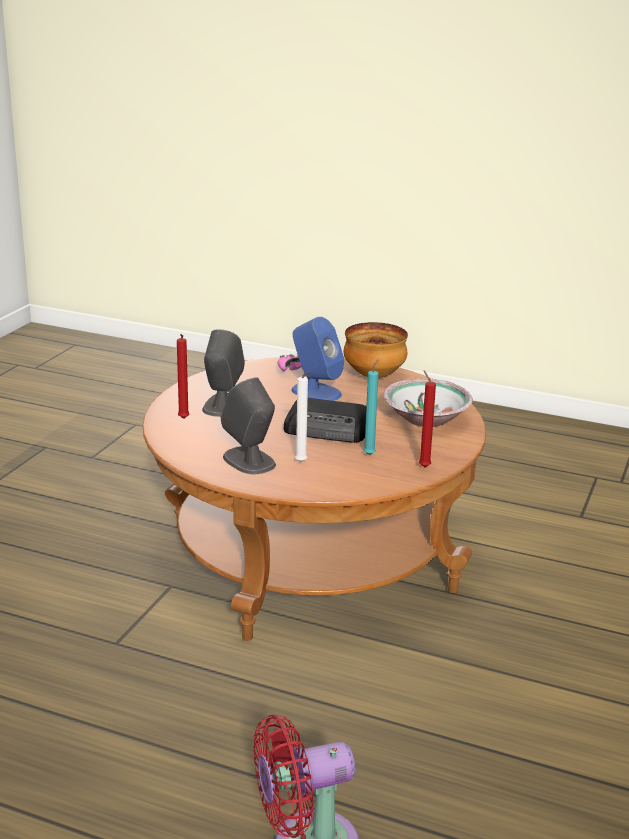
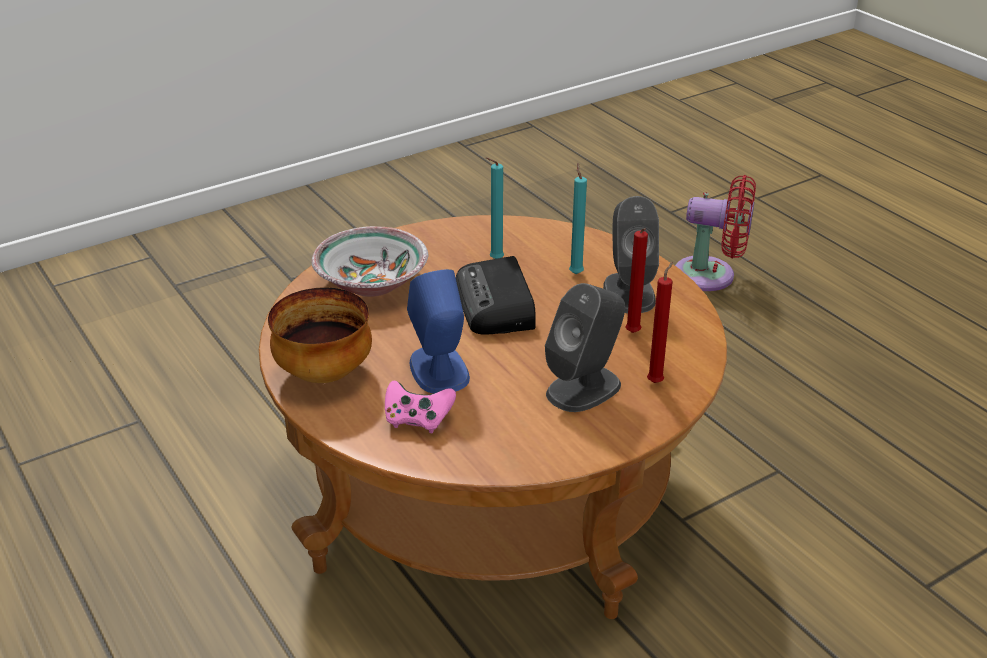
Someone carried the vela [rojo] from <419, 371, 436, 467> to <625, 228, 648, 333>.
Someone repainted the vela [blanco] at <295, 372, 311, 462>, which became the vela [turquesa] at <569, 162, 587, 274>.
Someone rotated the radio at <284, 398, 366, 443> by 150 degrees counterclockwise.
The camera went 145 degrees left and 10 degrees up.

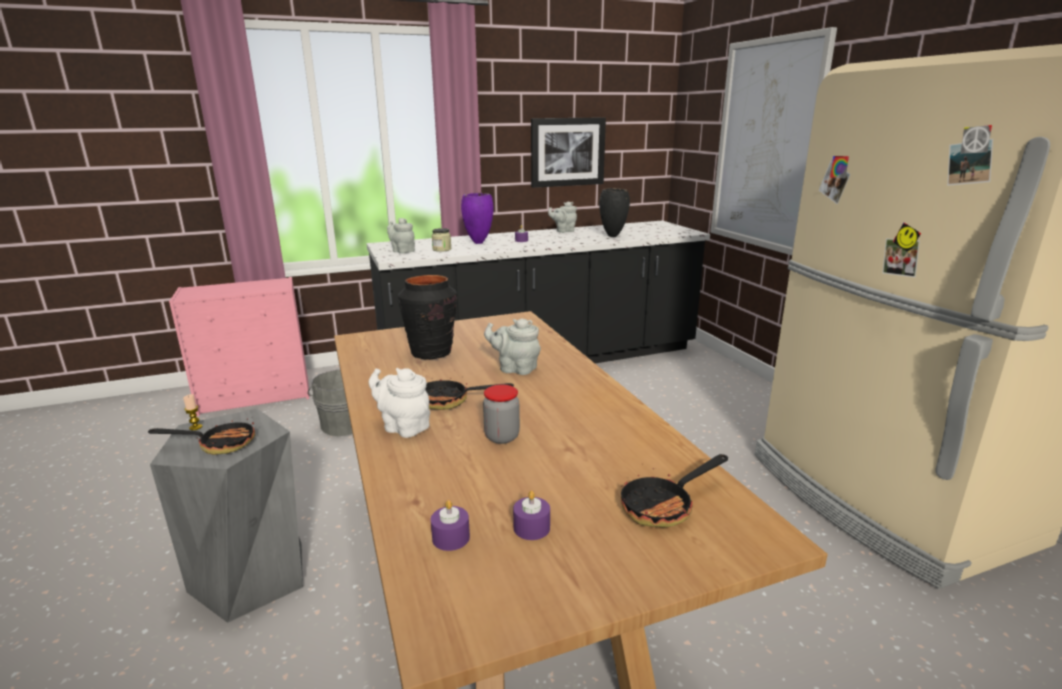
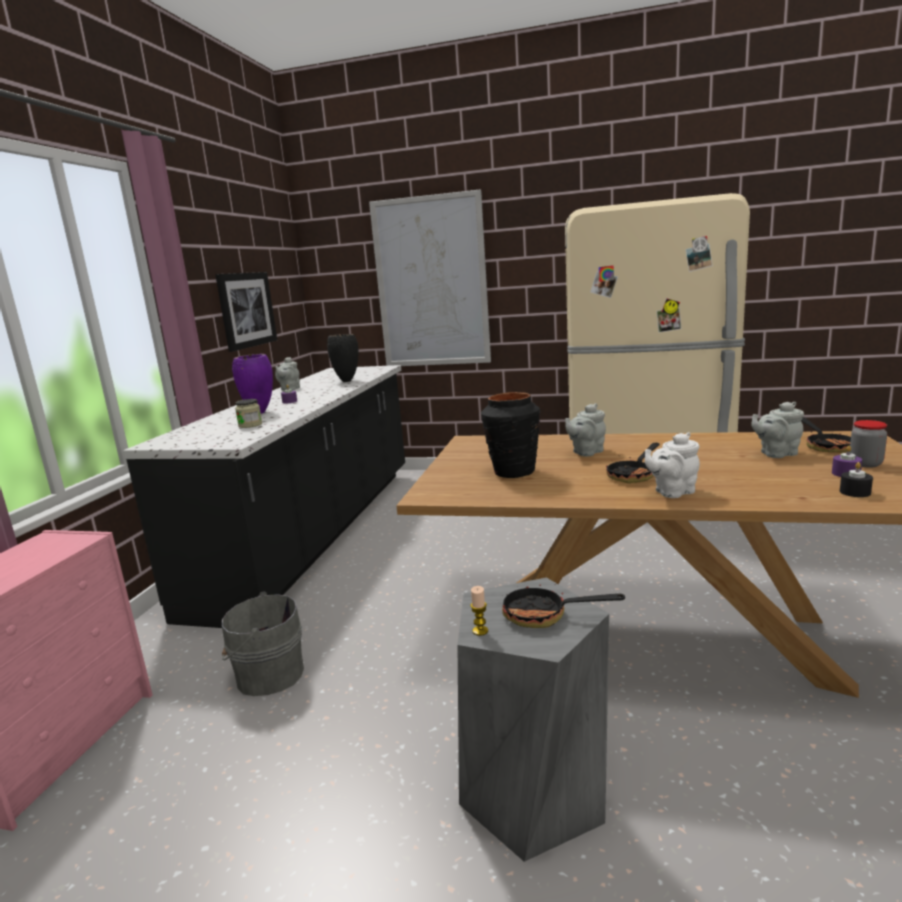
Someone carried the tetera [gris] from <387, 218, 415, 254> to <751, 402, 804, 458>.
Someone carried the tarro from <483, 385, 520, 444> to <850, 420, 887, 467>.
Someone rotated the sartén at <148, 419, 255, 455> by 105 degrees counterclockwise.
Someone repainted the vela [morado] at <431, 500, 470, 551>, which became the vela [negro] at <840, 462, 873, 497>.
The camera went 55 degrees left and 5 degrees down.

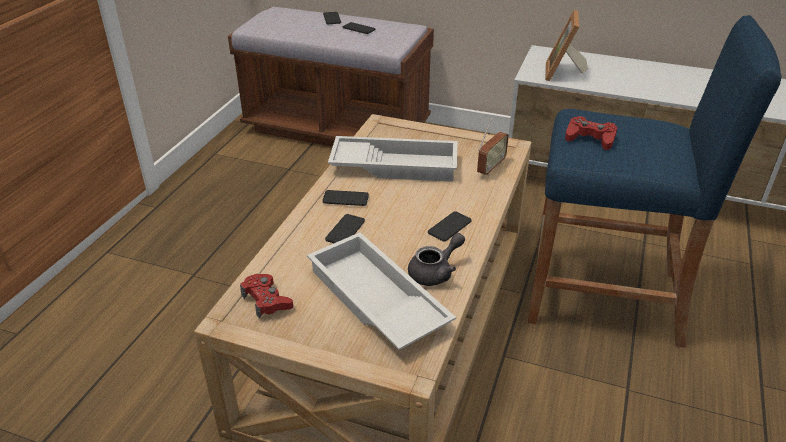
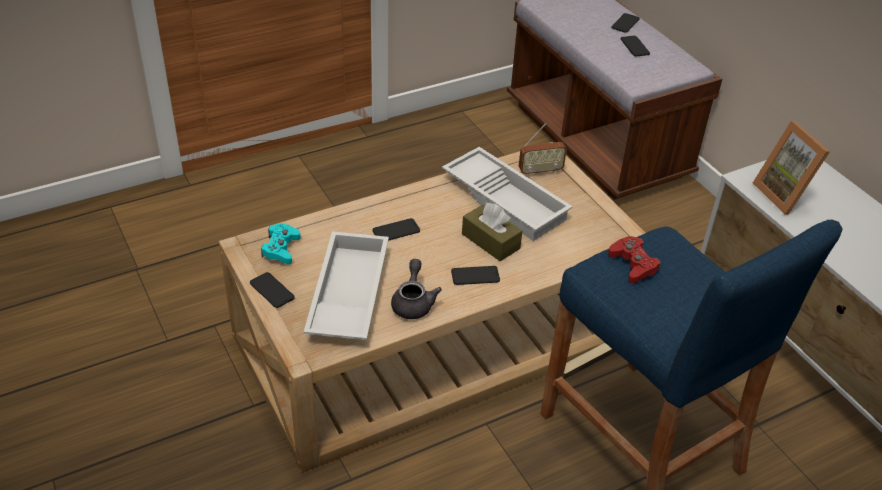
Someone rotated the portarretratos at <545, 10, 588, 82> by 75 degrees counterclockwise.
Someone carried the radio from <477, 117, 509, 176> to <519, 123, 567, 176>.
Someone carried the móvil from <322, 190, 369, 206> to <250, 272, 295, 308>.
Someone rotated the tetera [gris] at <408, 233, 465, 286> by 90 degrees counterclockwise.
Someone repainted the mando de consola [rojo] at <240, 274, 293, 319>, which became the mando de consola [turquesa] at <261, 223, 301, 264>.
Someone put down the caja de pañuelos [marrón] at <462, 202, 522, 261>.
The camera went 40 degrees right and 5 degrees up.

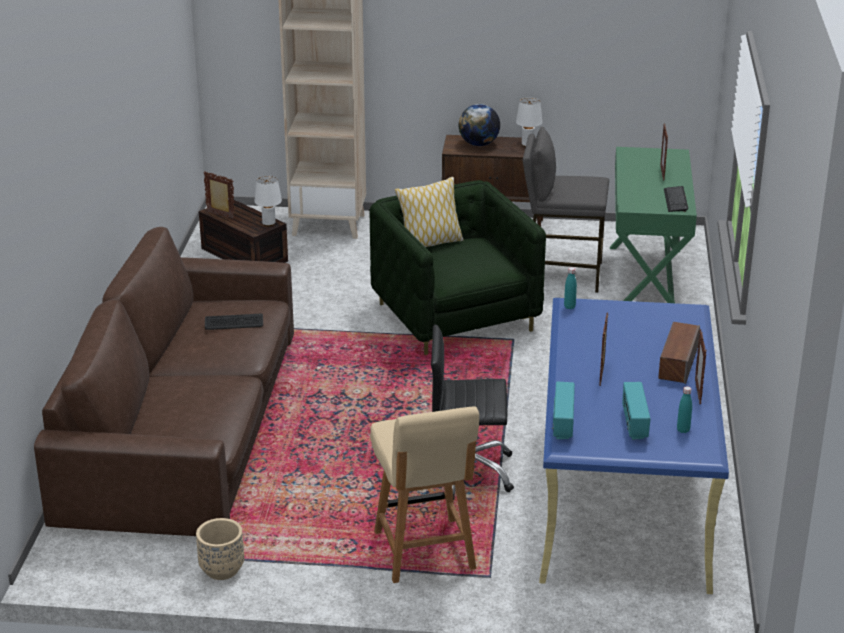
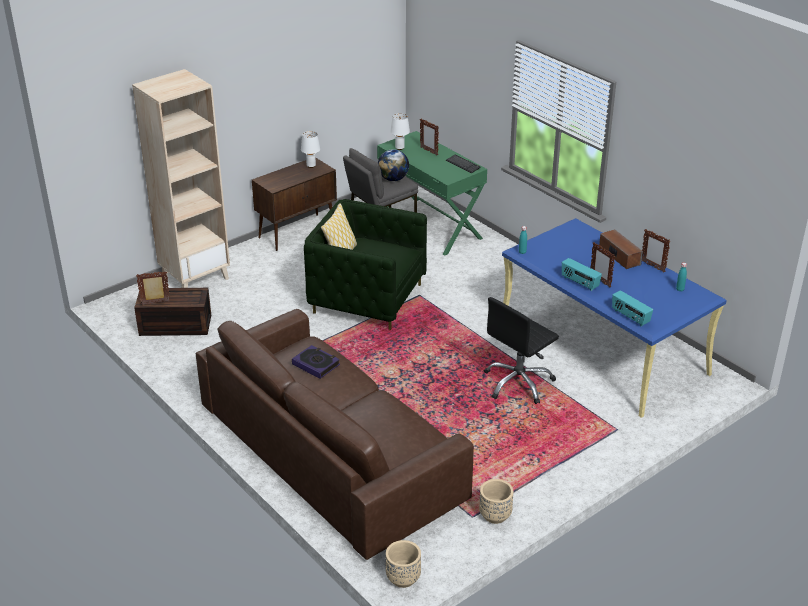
Someone carried the globo terráqueo from <459, 104, 500, 146> to <378, 149, 409, 181>.
Someone carried the lámpara de mesa [blanco] from <254, 175, 282, 226> to <390, 113, 410, 150>.
Someone swapped the teclado at <205, 314, 263, 330> for the libro at <292, 345, 340, 379>.
Someone carried the radio from <622, 382, 651, 440> to <562, 258, 602, 291>.
Someone took away the silla [beis] at <370, 406, 479, 583>.
Someone put down the maceta [beis] at <386, 540, 421, 588>.
The camera went 45 degrees left and 5 degrees up.

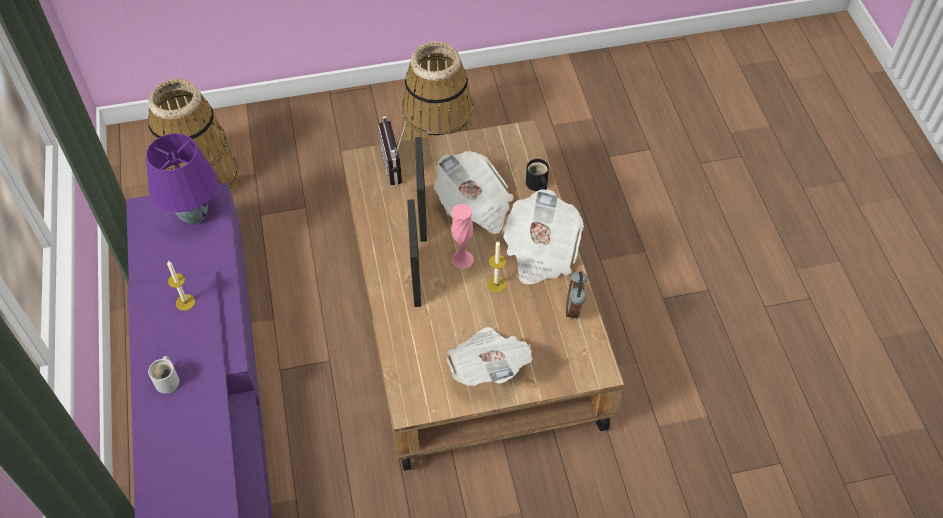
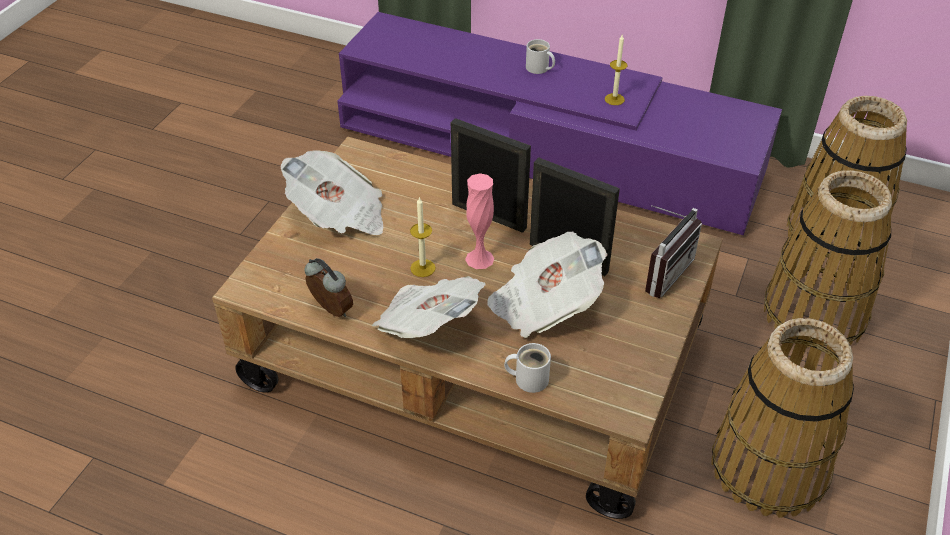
Someone rotated the radio at <378, 116, 408, 185> by 105 degrees clockwise.
Someone took away the lámpara de mesa [morado] at <146, 133, 218, 225>.
Someone repainted the taza grande [negro] at <526, 159, 549, 191>, which became the taza grande [blanco] at <504, 343, 551, 393>.
Someone put down the cesta at <764, 170, 892, 348>.
The camera went 125 degrees right and 10 degrees down.

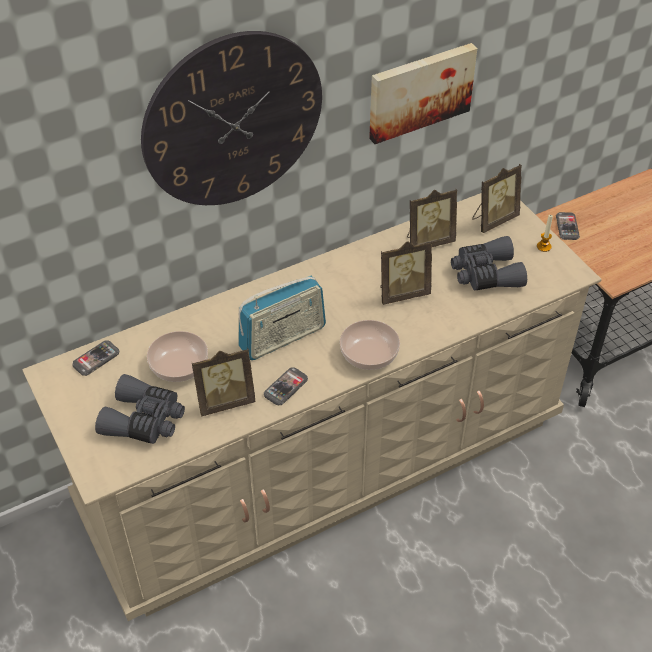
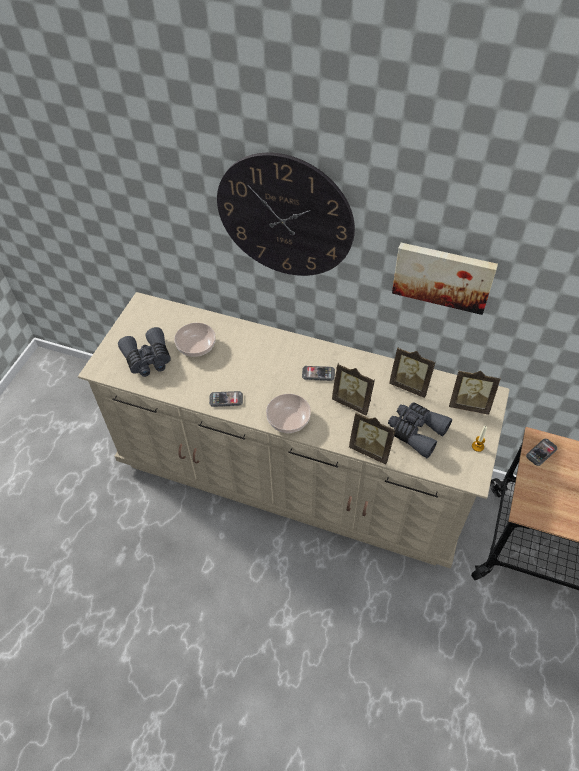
Someone took away the radio at <238, 275, 326, 360>.
Someone carried the móvil from <72, 340, 119, 376> to <302, 366, 335, 381>.
Someone carried the portarretratos from <192, 348, 256, 416> to <349, 411, 396, 464>.
The camera went 50 degrees right and 5 degrees up.

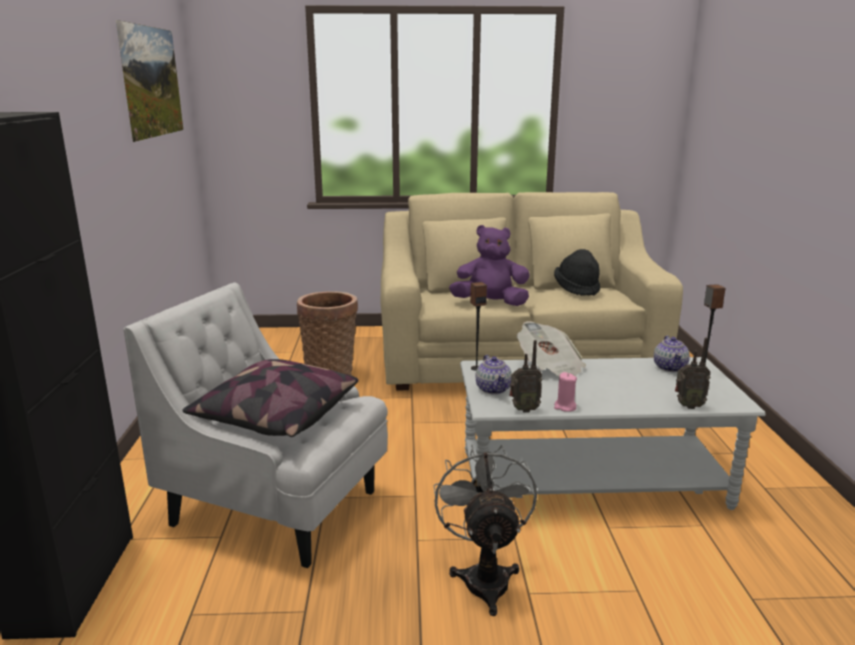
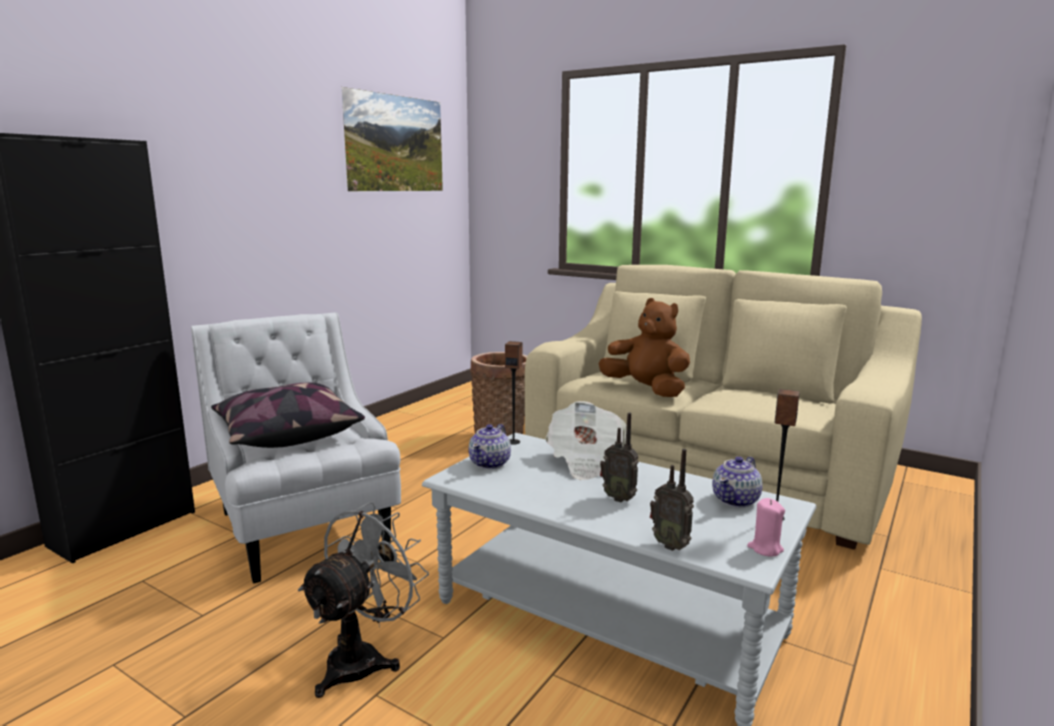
Someone repainted the peluche [morado] at <449, 225, 530, 306>, which became the peluche [marrón] at <598, 298, 690, 397>.
Someone took away the sombrero [negro] at <554, 249, 600, 296>.
Someone carried the radio from <509, 340, 542, 413> to <600, 413, 639, 502>.
Someone carried the vela [rosa] from <554, 372, 577, 412> to <747, 498, 785, 556>.
The camera went 35 degrees right and 5 degrees down.

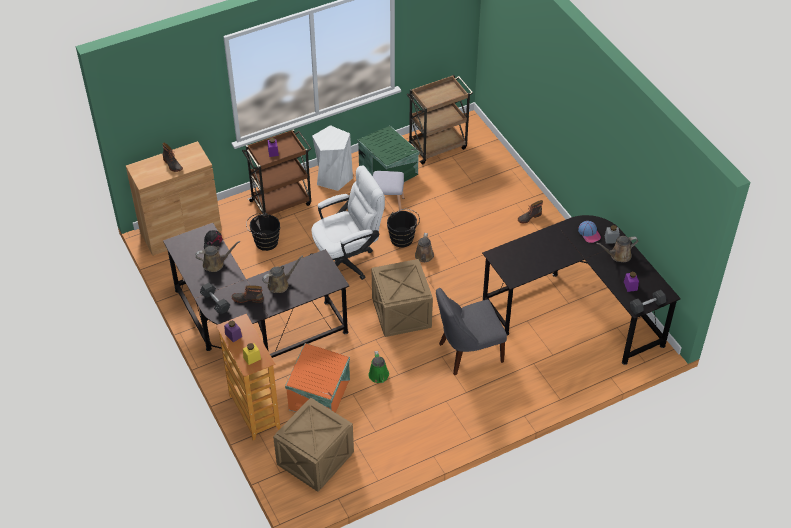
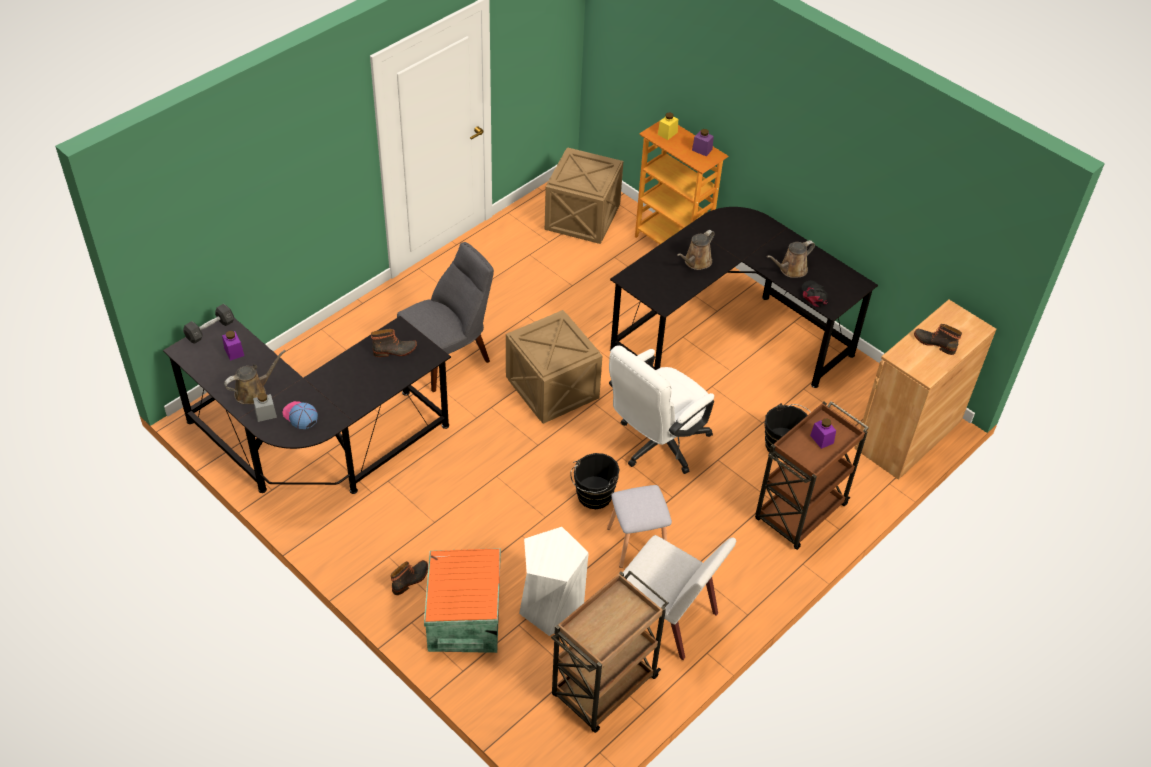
Someone carried the taburete [blanco] from <312, 125, 353, 191> to <519, 527, 589, 636>.
Someone swapped the caja de almacenaje [verde] at <357, 126, 419, 182> for the silla [blanco] at <623, 535, 736, 660>.
Someone took away the regadera [marrón] at <415, 233, 434, 262>.
Someone took away the mancuerna [gris] at <200, 283, 230, 314>.
Someone carried the bota from <231, 285, 264, 303> to <371, 329, 417, 357>.
Someone carried the caja de almacenaje [naranja] from <285, 343, 350, 413> to <424, 548, 501, 653>.
Someone took away the regadera [verde] at <368, 351, 389, 383>.
The camera went 160 degrees right and 0 degrees up.

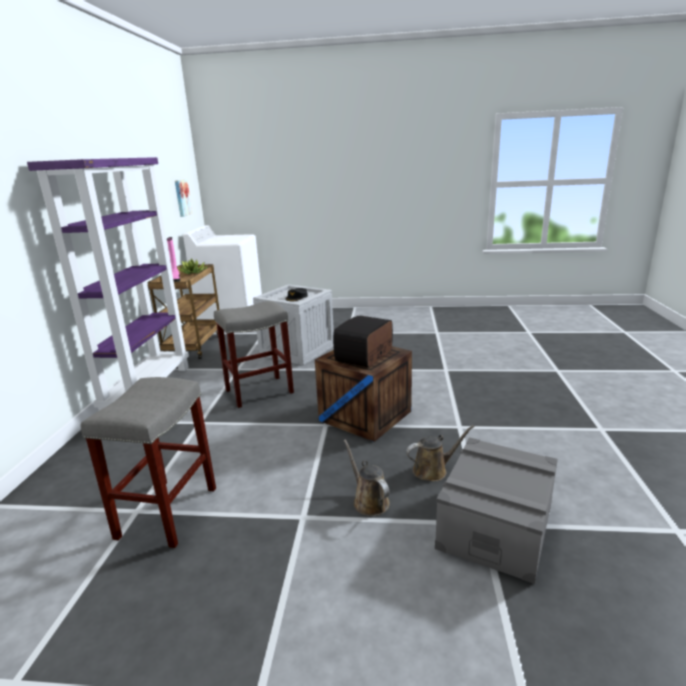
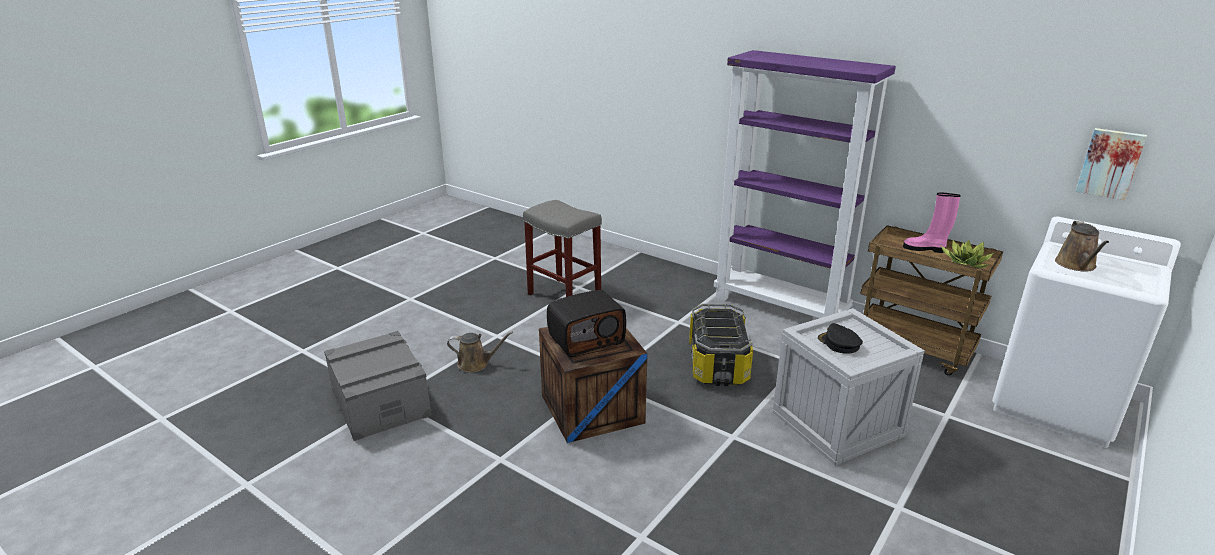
Someone swapped the taburete [gris] at <214, 301, 294, 408> for the caja de almacenaje at <689, 304, 753, 386>.
Someone rotated the radio at <333, 315, 393, 368> by 90 degrees clockwise.
Someone carried the regadera [marrón] from <406, 425, 475, 481> to <1055, 221, 1109, 272>.
The camera went 120 degrees right and 5 degrees up.

